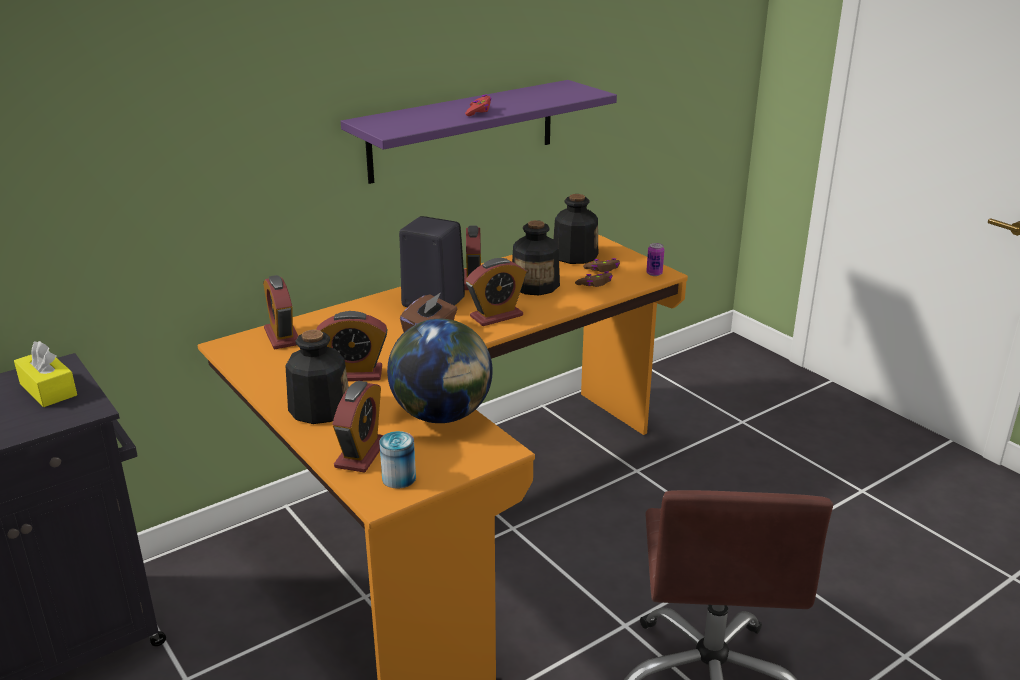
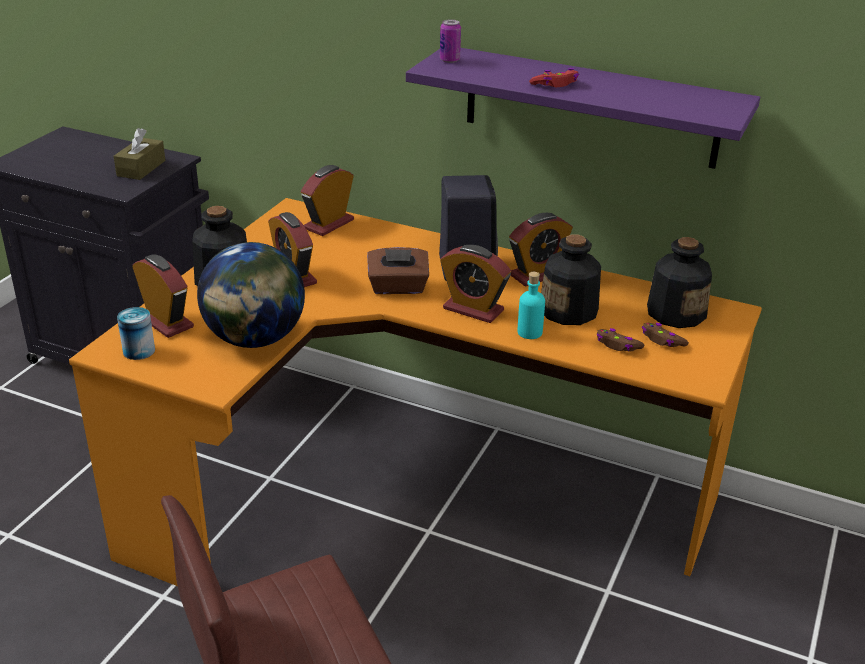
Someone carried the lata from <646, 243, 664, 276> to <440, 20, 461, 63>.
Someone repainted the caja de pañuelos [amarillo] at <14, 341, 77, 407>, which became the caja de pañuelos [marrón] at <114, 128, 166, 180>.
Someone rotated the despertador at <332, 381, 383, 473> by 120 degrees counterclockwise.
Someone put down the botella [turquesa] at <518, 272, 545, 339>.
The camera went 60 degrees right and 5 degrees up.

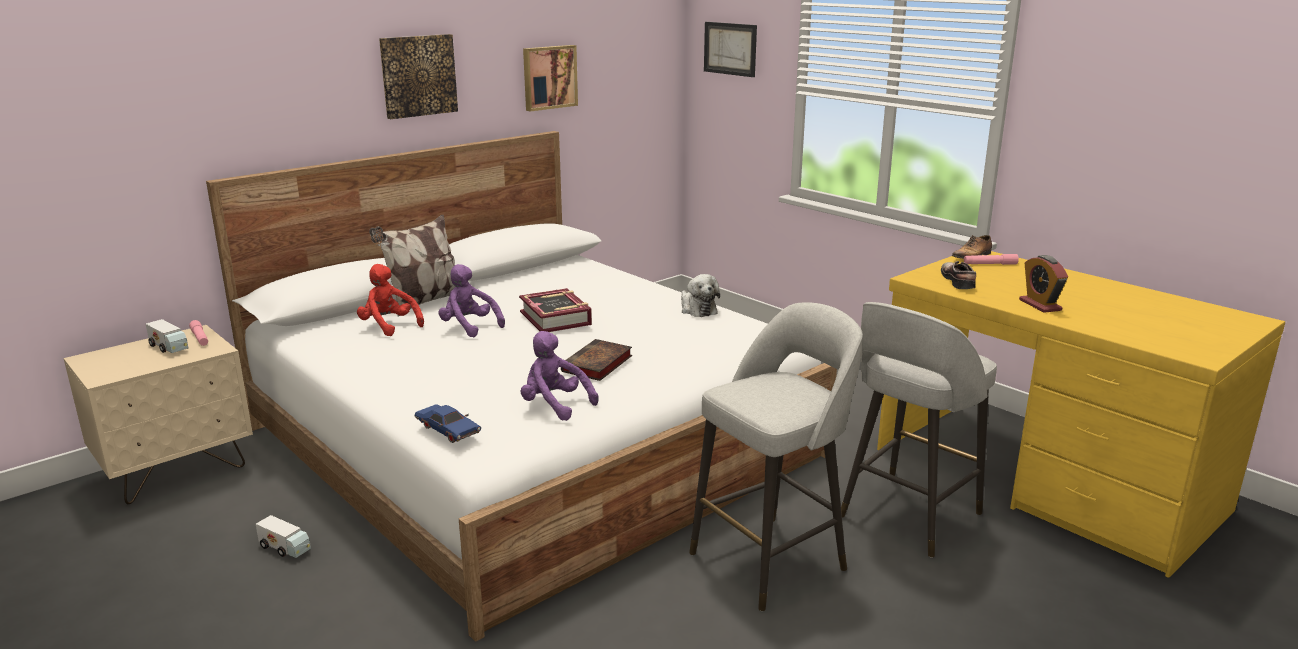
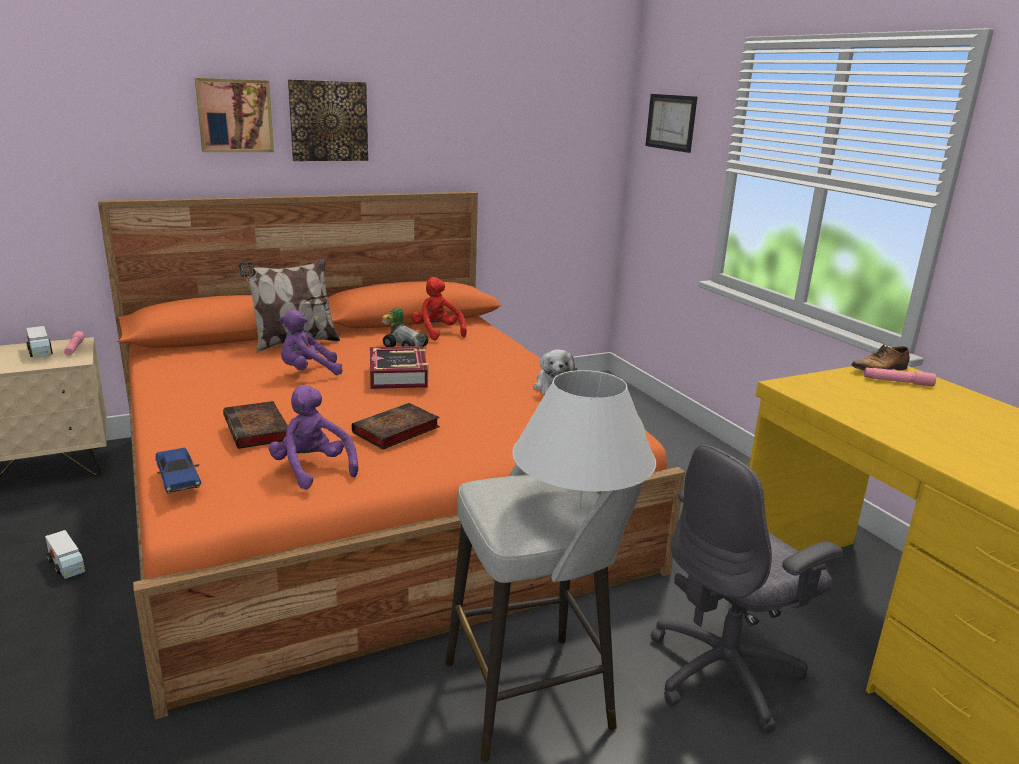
Someone carried the cuadro from <523, 45, 578, 112> to <195, 78, 274, 152>.
Someone repainted the cama [blanco] at <206, 131, 837, 642>, which became the cama [naranja] at <98, 192, 685, 719>.
Someone took away the despertador at <1019, 255, 1068, 313>.
Someone took away the zapato at <941, 261, 976, 289>.
Someone carried the peluche [rojo] from <357, 264, 424, 336> to <411, 277, 467, 340>.
Someone rotated the peluche [morado] at <439, 264, 505, 337> by 75 degrees counterclockwise.
Someone swapped the taburete [gris] at <841, 302, 997, 558> for the silla de oficina [gris] at <650, 445, 843, 733>.
Someone put down the coche de juguete at <382, 307, 428, 347>.
Someone put down the lámpara de mesa [blanco] at <512, 370, 656, 509>.
Someone put down the libro at <223, 401, 288, 449>.
The camera went 15 degrees right and 0 degrees up.

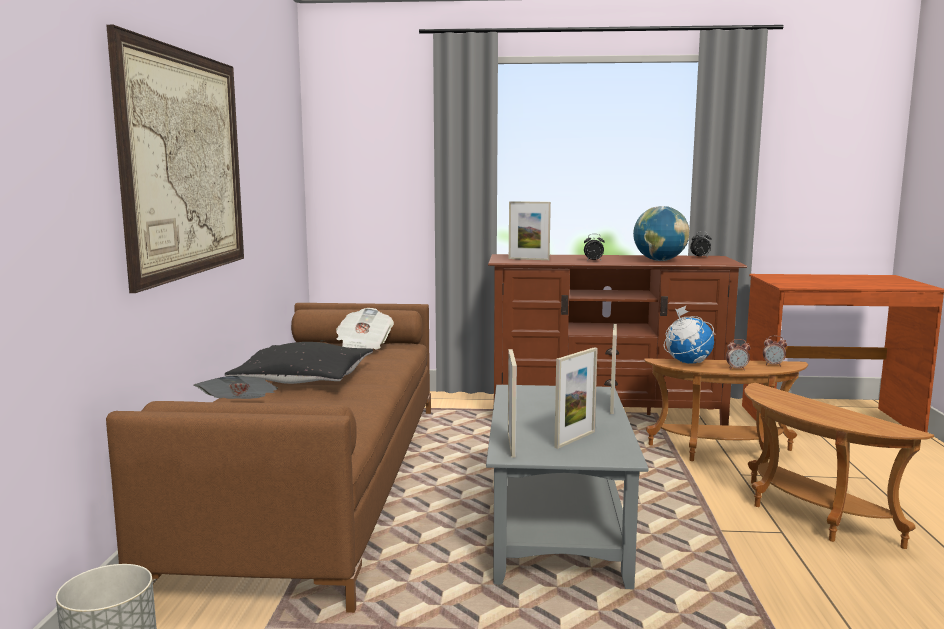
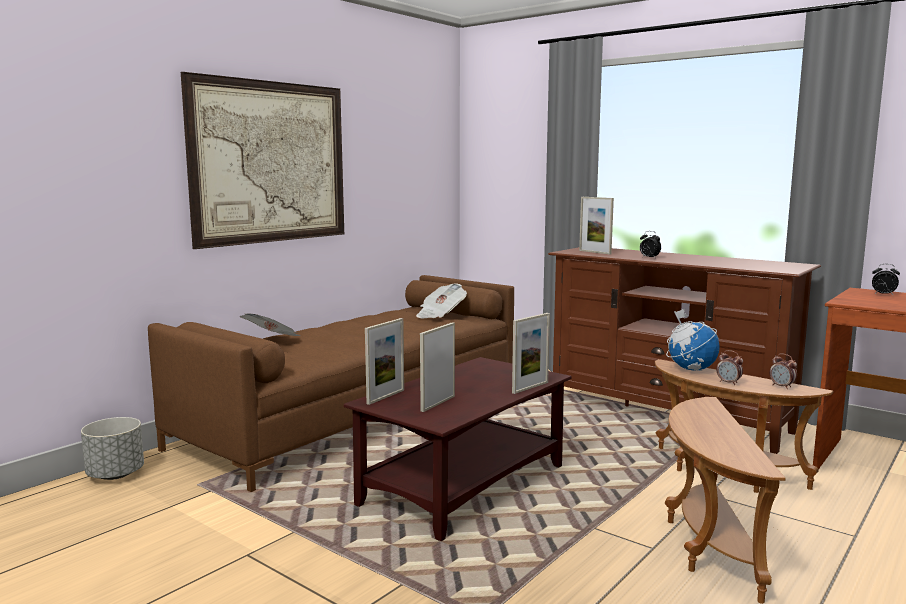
Someone took away the globo terráqueo at <633, 206, 690, 261>.
Someone carried the despertador from <690, 231, 711, 258> to <872, 264, 900, 296>.
Someone took away the cojín [negro] at <225, 342, 373, 384>.
Someone rotated the portarretratos at <554, 347, 598, 449> by 135 degrees clockwise.
Someone repainted the mesa de centro [gris] at <486, 385, 648, 589>, which became the mesa de centro [marrón] at <344, 357, 571, 541>.
The camera went 35 degrees right and 0 degrees up.

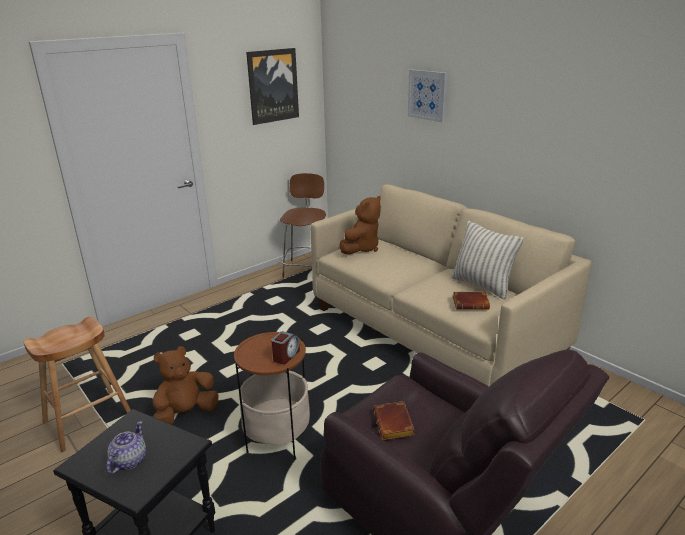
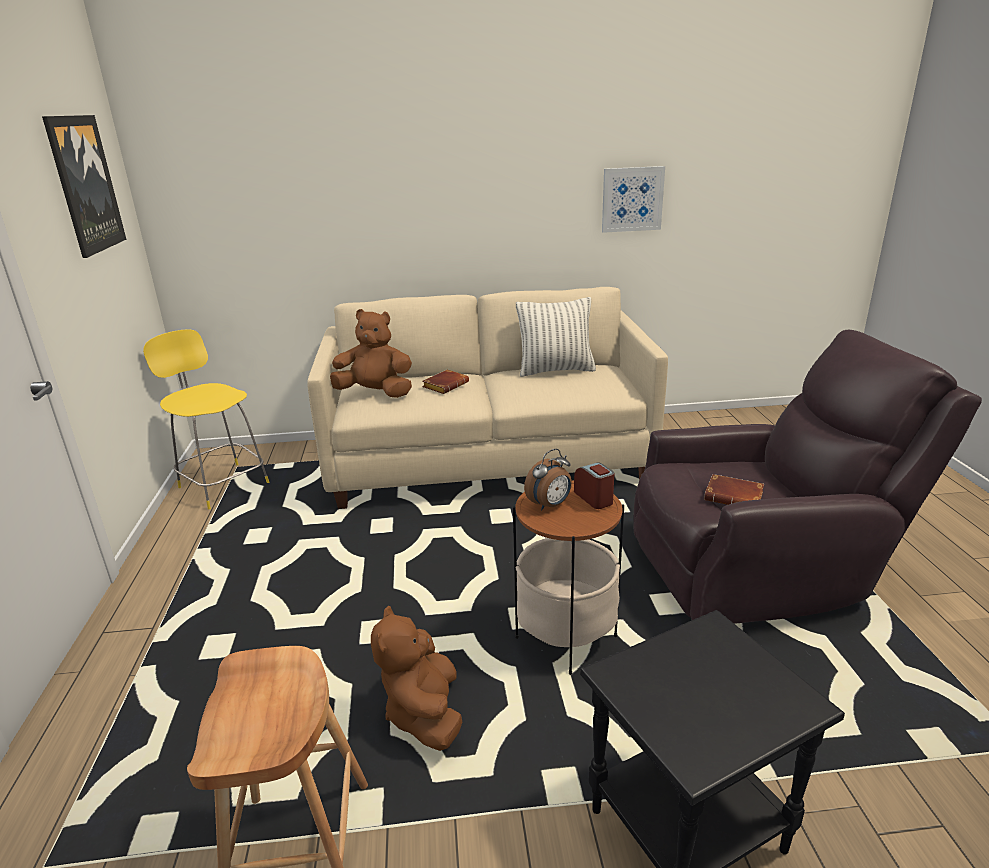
Someone carried the cuadro from <408, 69, 447, 122> to <602, 166, 665, 233>.
Someone repainted the taburete [marrón] at <280, 173, 326, 278>, which became the taburete [amarillo] at <143, 329, 269, 510>.
Someone rotated the peluche [marrón] at <339, 196, 381, 254> by 60 degrees counterclockwise.
Someone carried the libro [marrón] from <453, 292, 490, 310> to <423, 370, 469, 394>.
Someone took away the tetera at <106, 421, 146, 474>.
Someone put down the despertador at <524, 449, 572, 510>.
The camera went 55 degrees left and 0 degrees up.

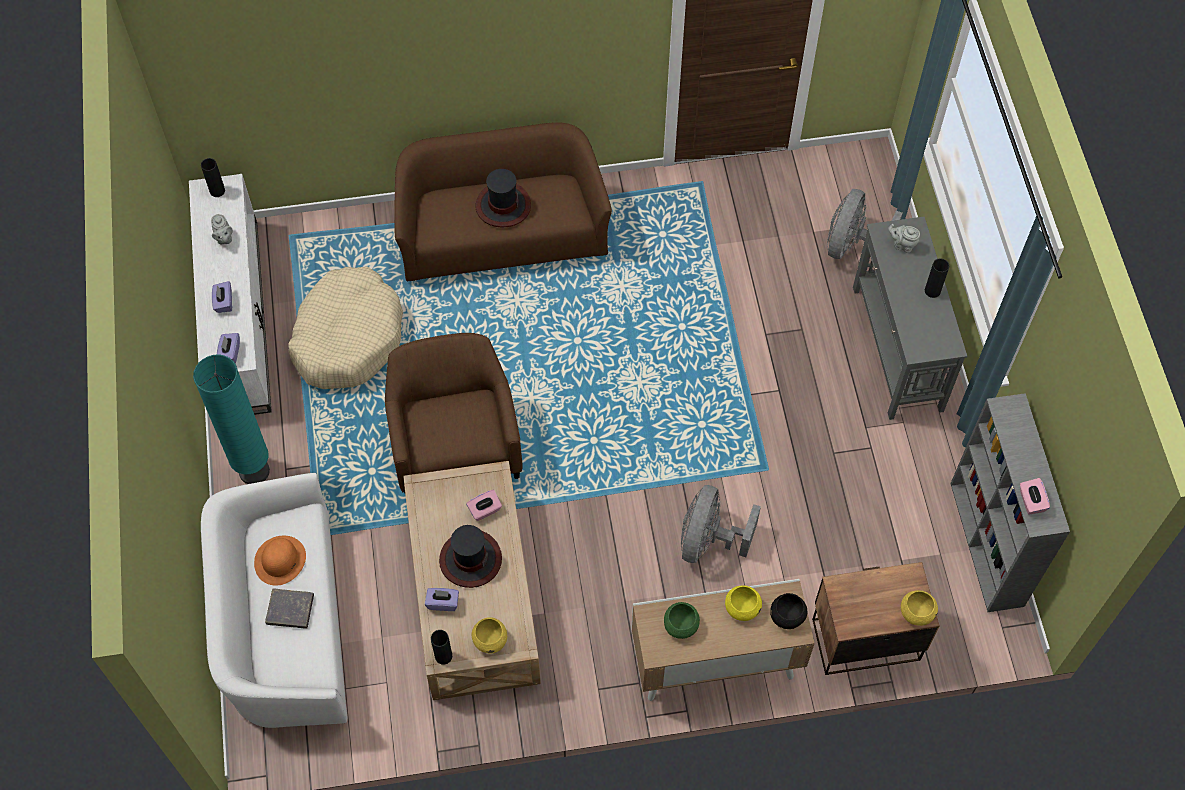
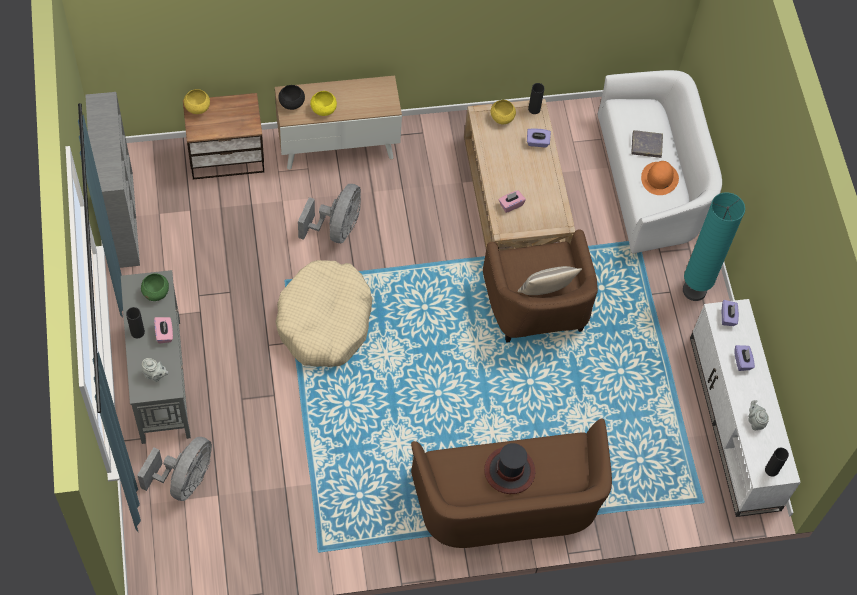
Someone carried the cama para perro [beis] from <288, 266, 403, 389> to <275, 260, 372, 367>.
Someone carried the caja de pañuelos [rosa] from <1020, 478, 1050, 515> to <154, 317, 173, 344>.
Someone took away the sombrero at <439, 525, 502, 588>.
Someone carried the cuenco [verde] from <664, 602, 700, 639> to <141, 274, 169, 301>.
Someone put down the cojín at <517, 266, 582, 295>.
The camera went 175 degrees right and 0 degrees up.

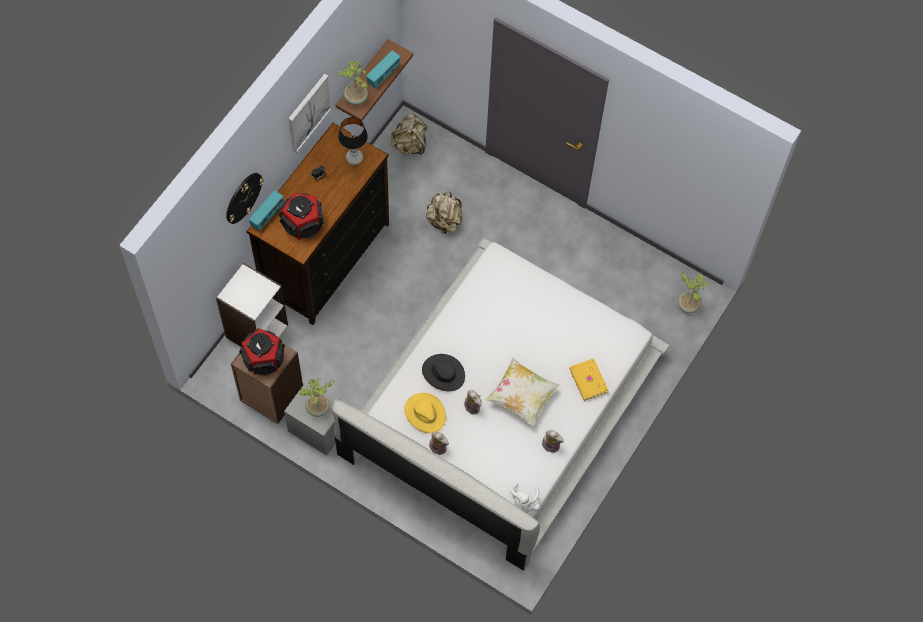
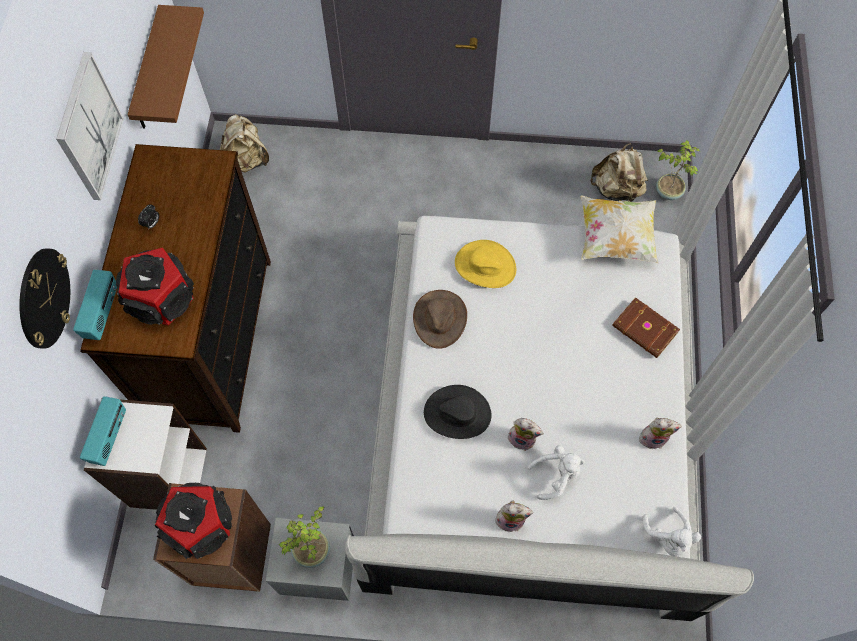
Someone carried the radio from <366, 50, 400, 88> to <80, 396, 126, 466>.
Someone took away the planta en maceta at <338, 61, 368, 105>.
Someone took away the lámpara de mesa at <338, 117, 368, 165>.
Someone carried the mochila [beis] from <426, 192, 463, 234> to <590, 143, 648, 202>.
Someone carried the cojín from <485, 358, 560, 427> to <581, 195, 659, 263>.
Someone repainted the libro [amarillo] at <569, 358, 609, 401>, which became the libro [marrón] at <612, 297, 680, 358>.
Someone carried the sombrero [amarillo] from <404, 393, 446, 433> to <455, 240, 516, 288>.
Someone put down the sombrero [marrón] at <413, 290, 467, 349>.
Someone put down the peluche [blanco] at <527, 445, 585, 500>.
The camera went 25 degrees left and 0 degrees up.

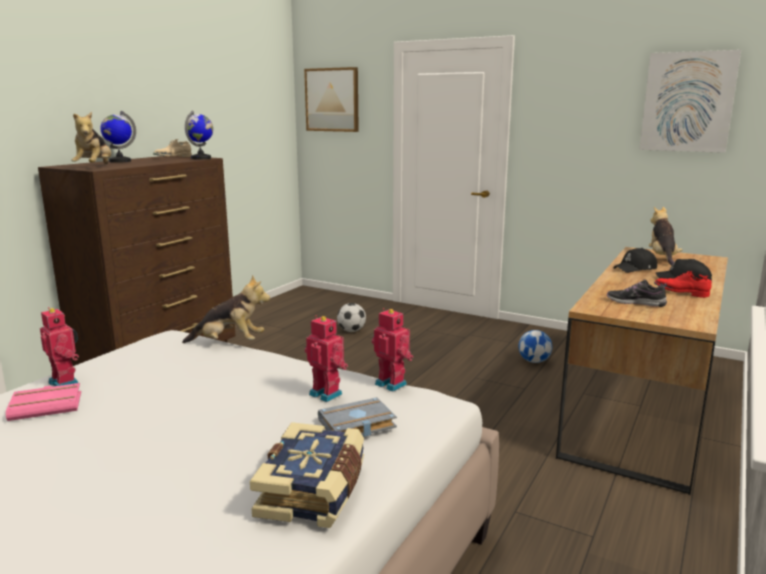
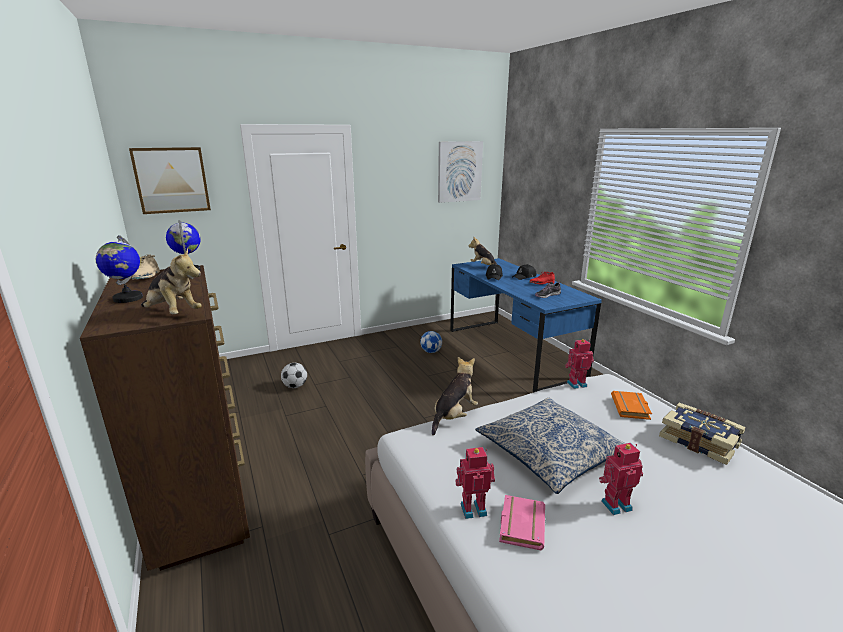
Someone repainted the escritorio [marrón] at <556, 247, 728, 495>, which became the escritorio [azul] at <450, 258, 602, 392>.
Someone carried the robot de juguete from <305, 315, 348, 402> to <599, 443, 643, 515>.
Someone repainted the libro [gris] at <318, 397, 397, 437>, which became the libro [naranja] at <611, 391, 652, 420>.
Someone put down the cojín at <475, 398, 626, 494>.
The camera went 55 degrees left and 5 degrees up.

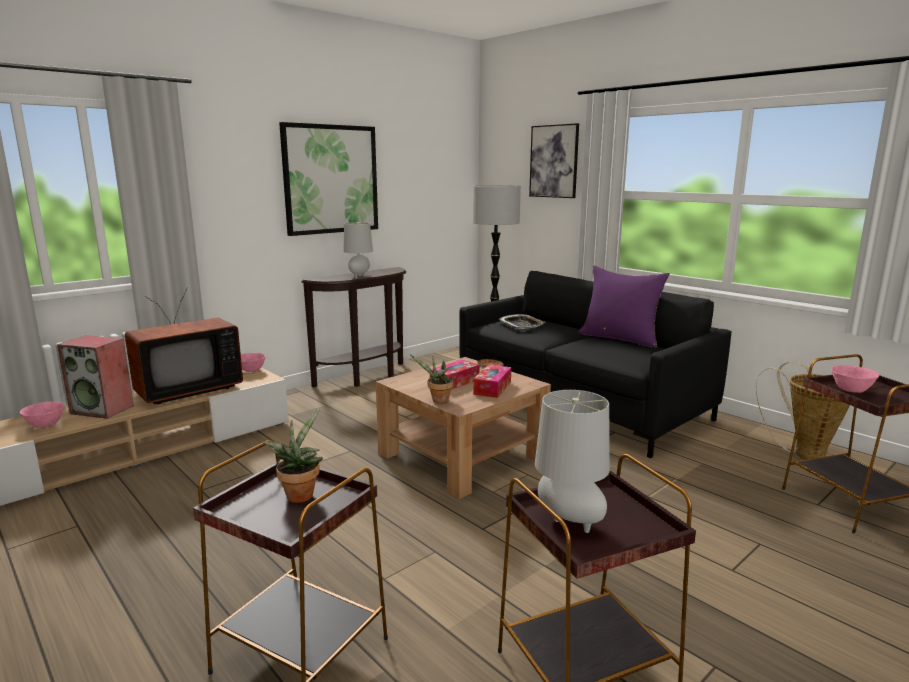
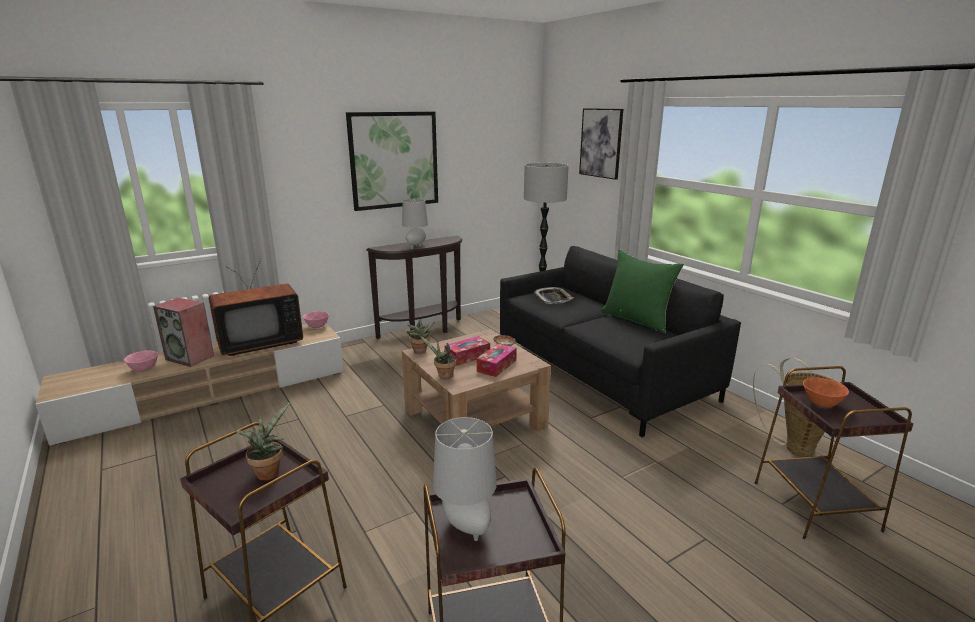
Someone repainted the cojín [morado] at <578, 265, 670, 348>, which became the cojín [verde] at <600, 249, 684, 334>.
Someone repainted the cuenco [rosa] at <831, 365, 879, 393>, which became the cuenco [naranja] at <803, 377, 849, 407>.
Someone put down the planta en maceta at <407, 318, 434, 354>.
The camera went 10 degrees right and 5 degrees up.

